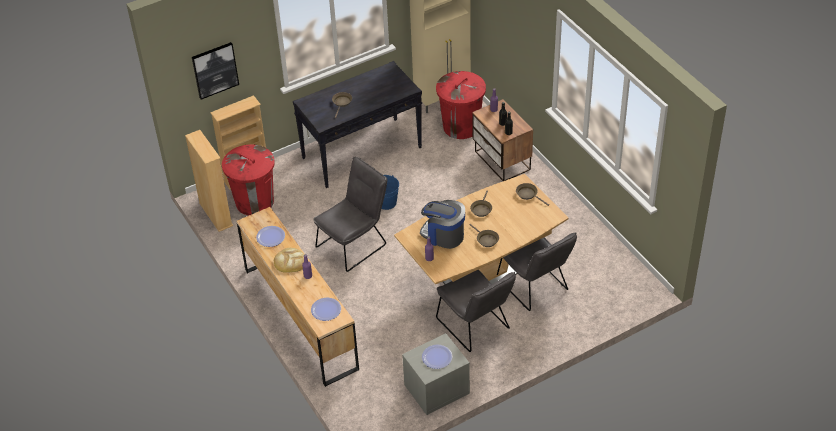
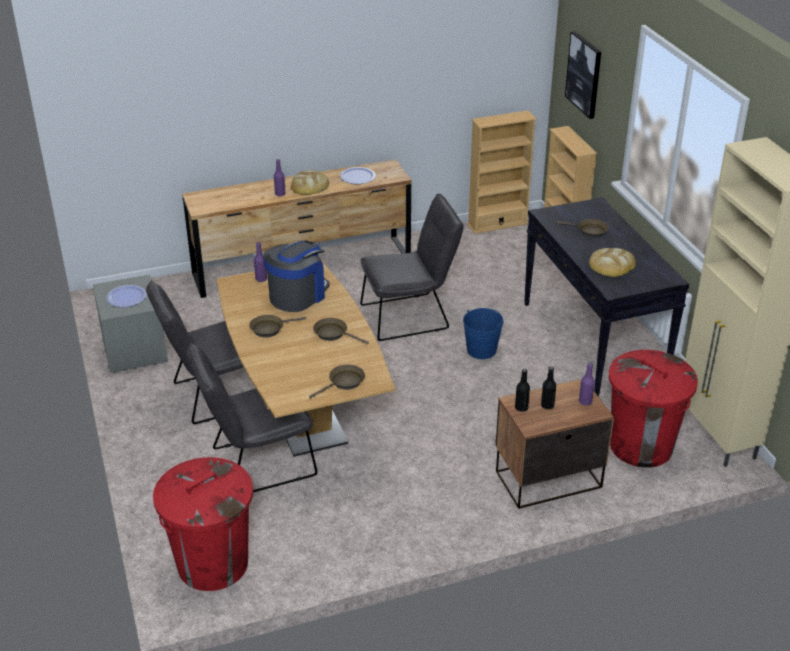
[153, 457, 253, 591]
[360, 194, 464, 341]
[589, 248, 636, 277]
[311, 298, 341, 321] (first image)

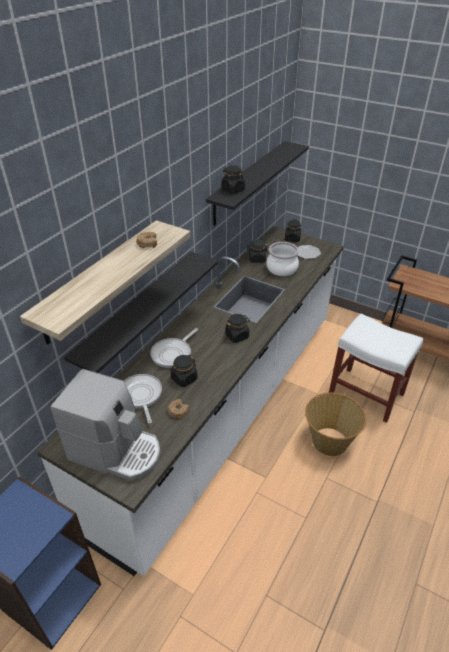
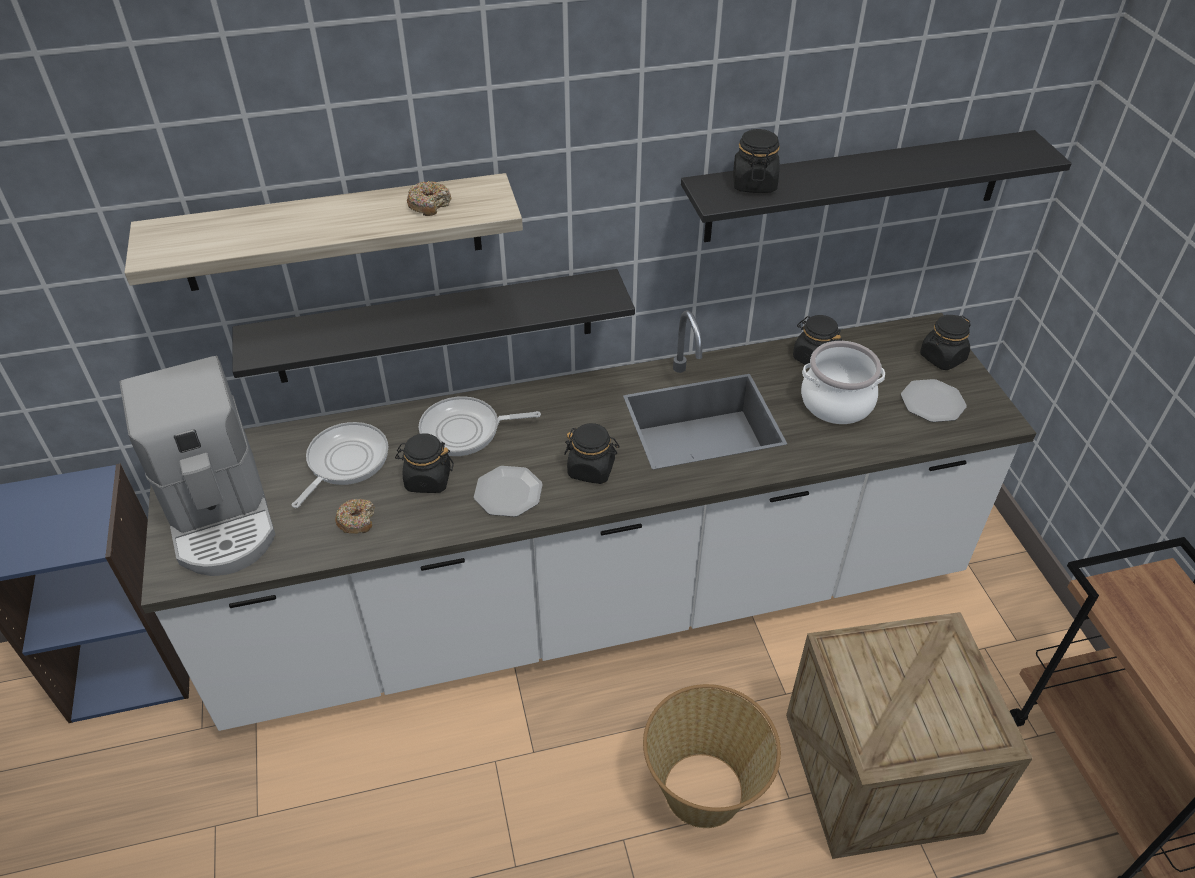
[474, 466, 543, 517]
[786, 612, 1033, 859]

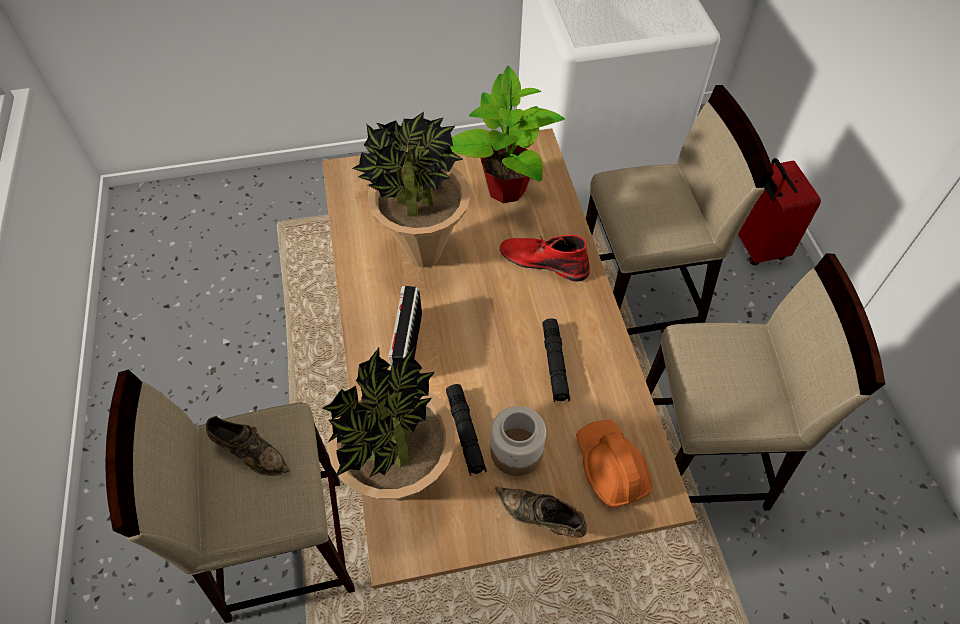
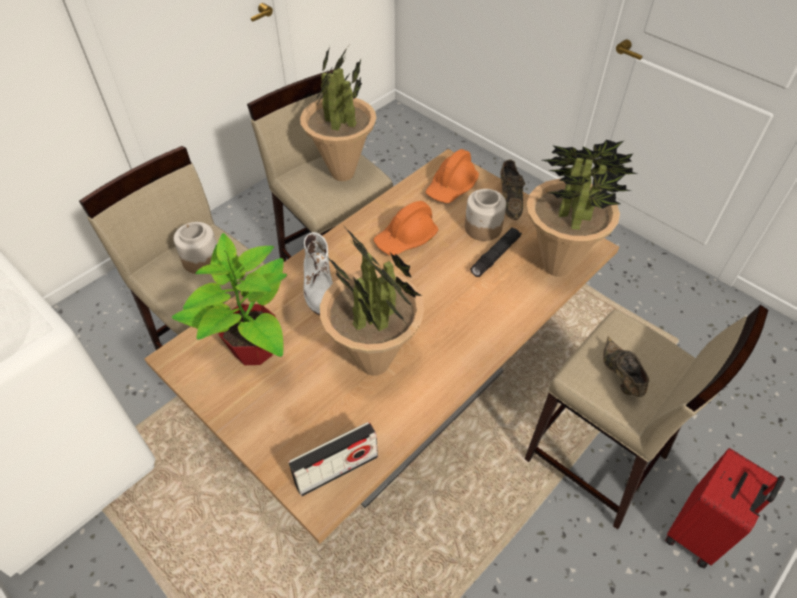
[174, 222, 217, 274]
[288, 422, 378, 496]
[300, 45, 376, 181]
[304, 232, 333, 315]
[374, 201, 438, 255]
[665, 448, 785, 569]

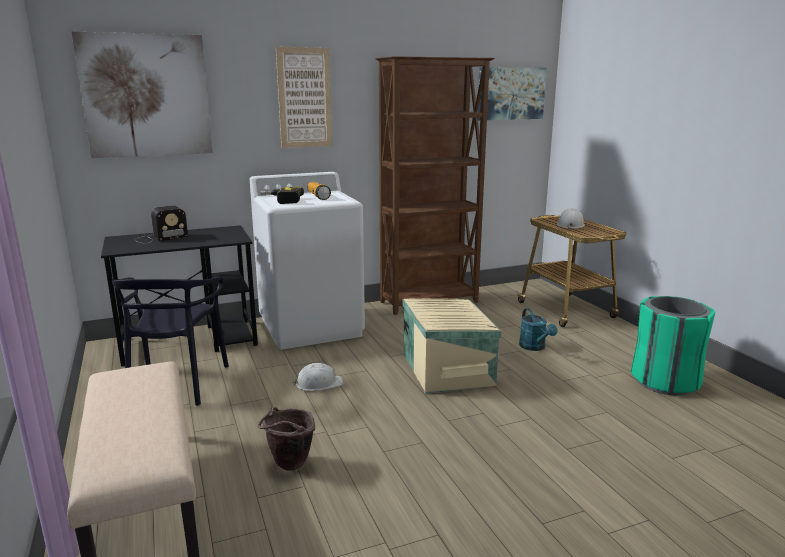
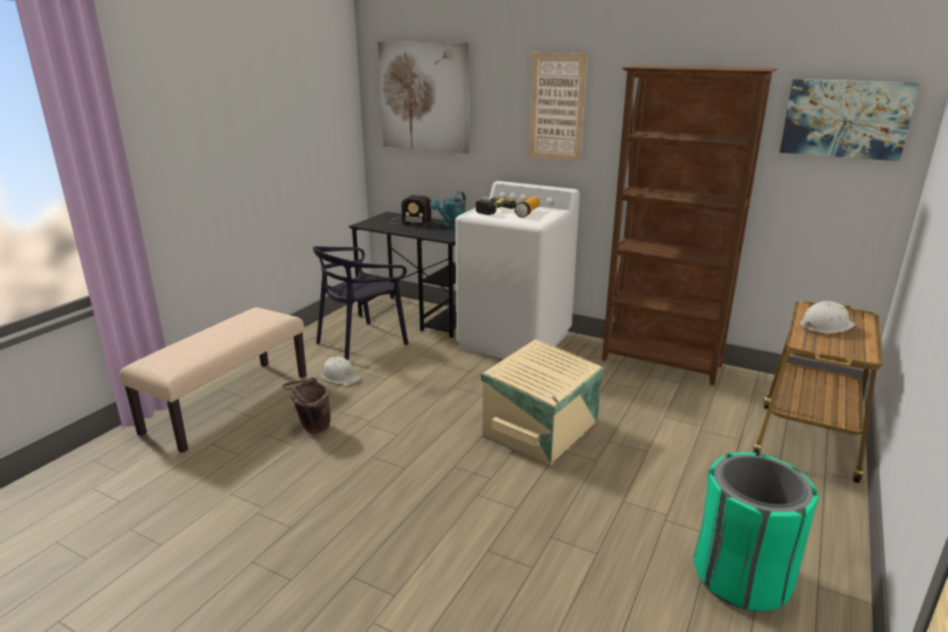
[321, 356, 361, 385]
[430, 192, 466, 229]

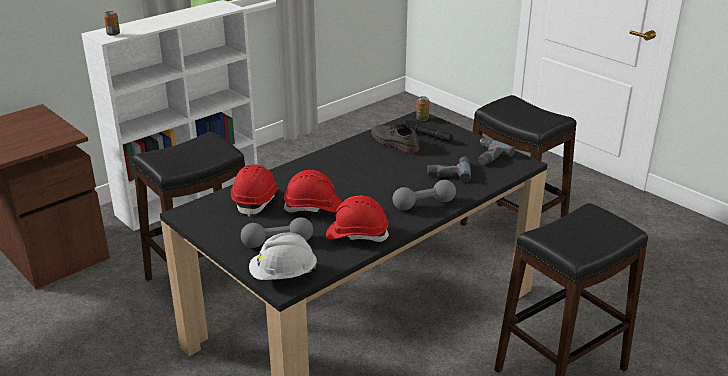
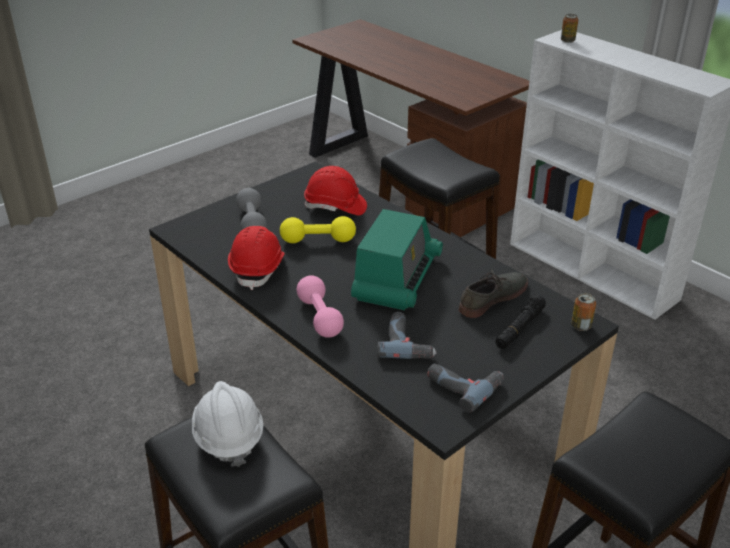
[192, 381, 263, 467]
[280, 216, 356, 243]
[297, 275, 344, 338]
[351, 209, 443, 311]

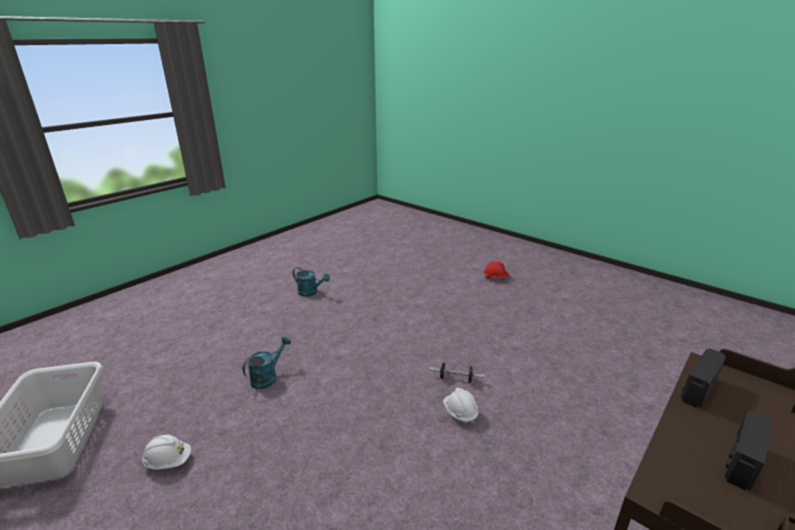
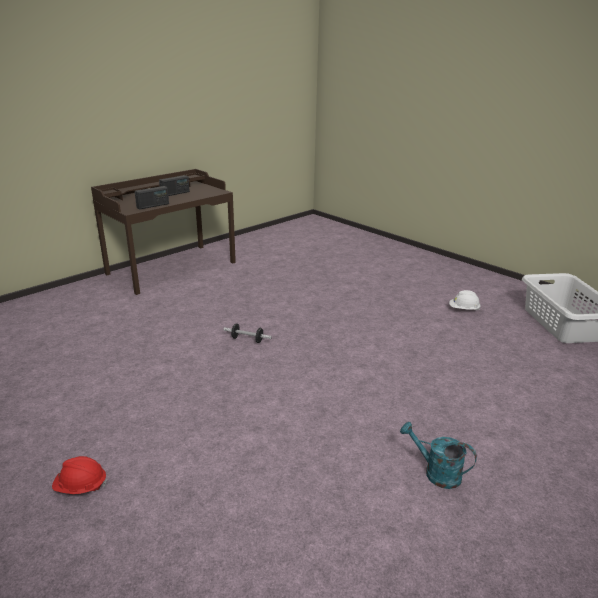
[243, 336, 291, 389] (first image)
[443, 388, 479, 425] (first image)

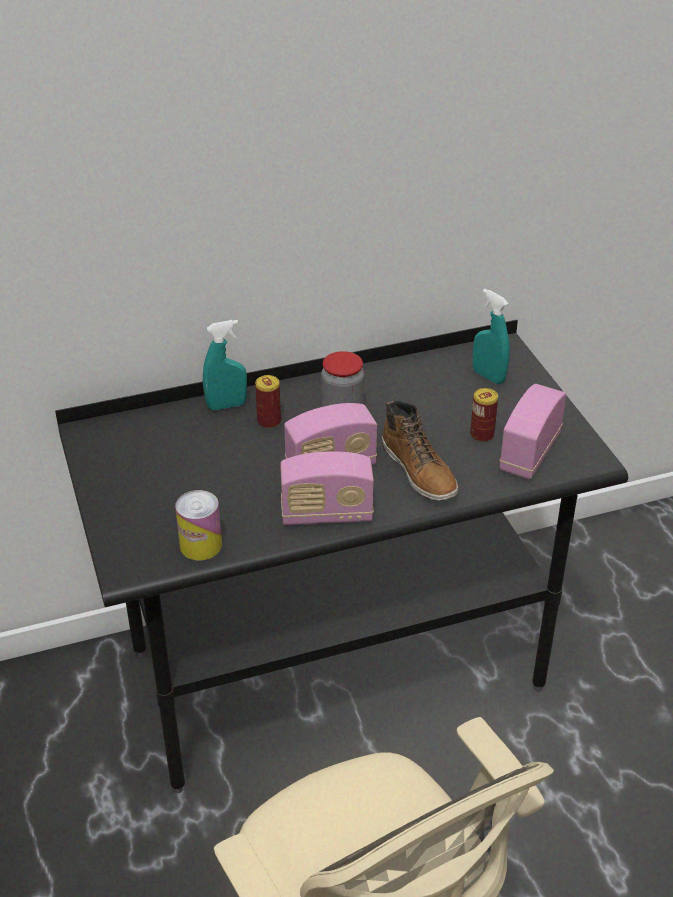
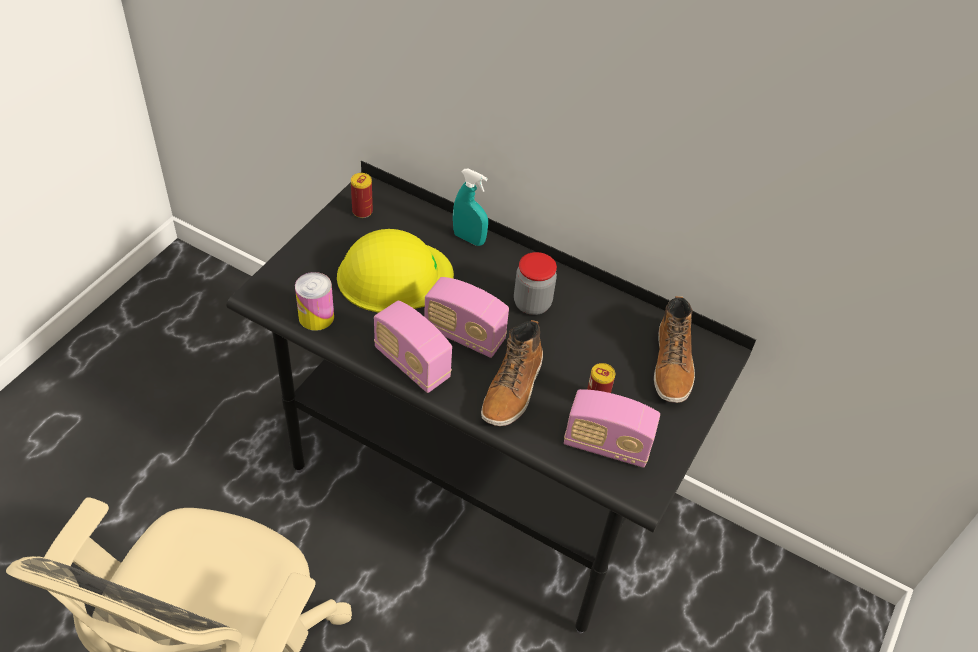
[337, 229, 454, 312]
[351, 173, 373, 218]
[564, 389, 660, 468]
[654, 296, 695, 403]

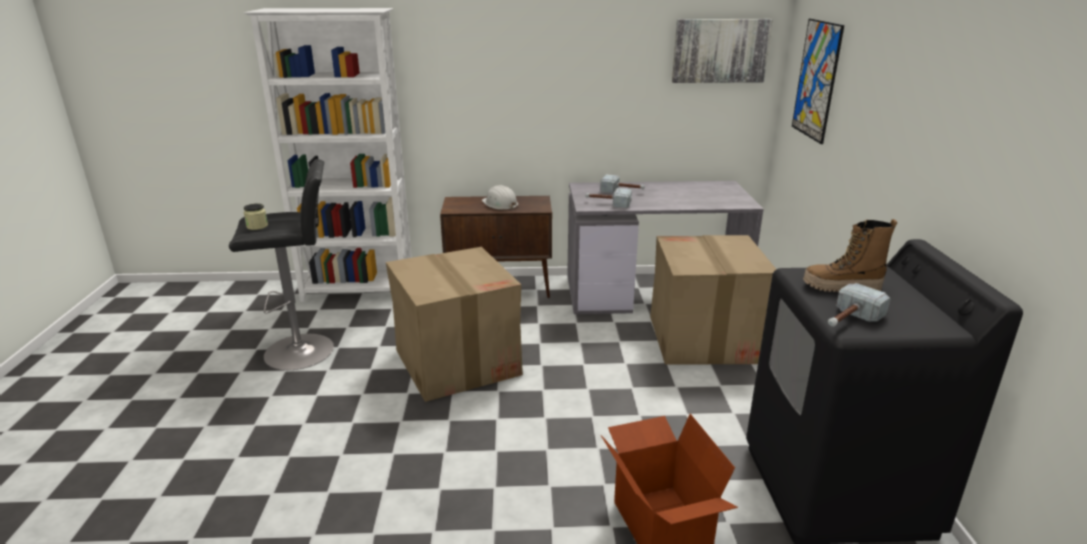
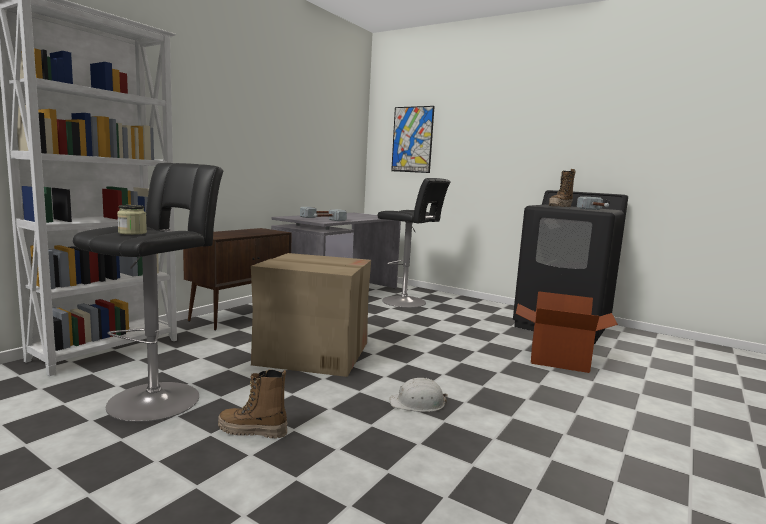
[218, 370, 288, 438]
[377, 178, 450, 308]
[389, 378, 448, 412]
[672, 19, 773, 83] (first image)

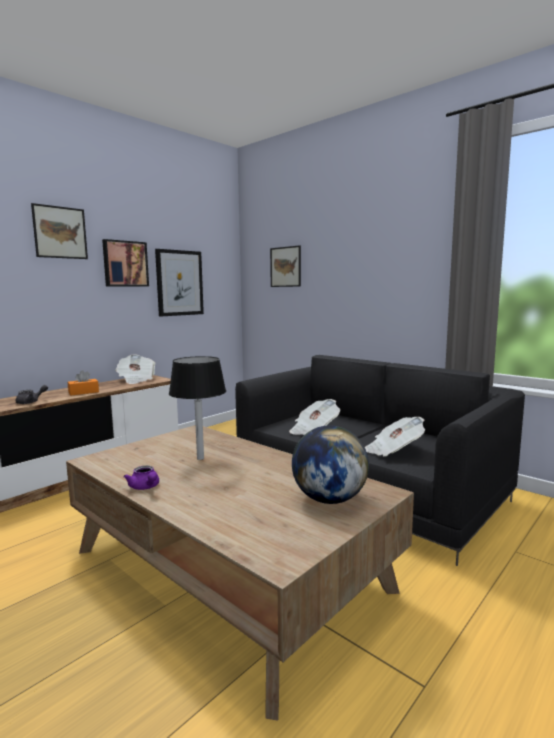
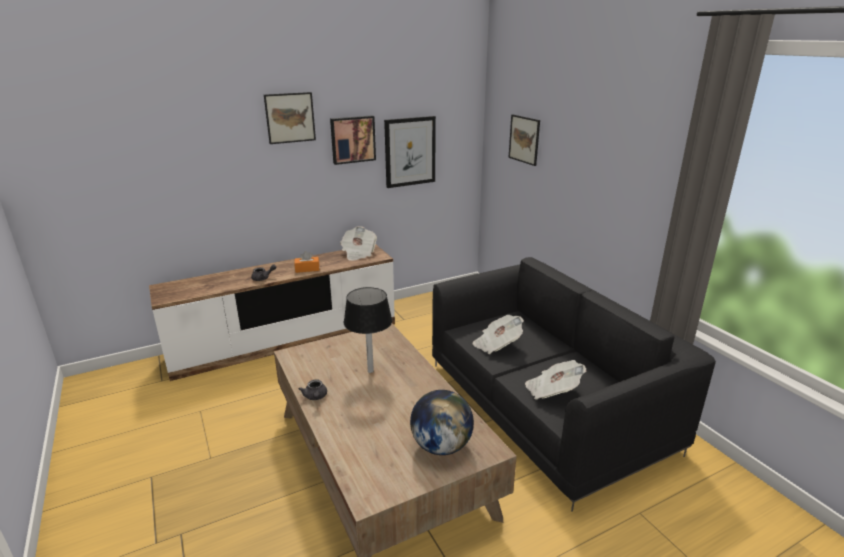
[299, 379, 327, 400]

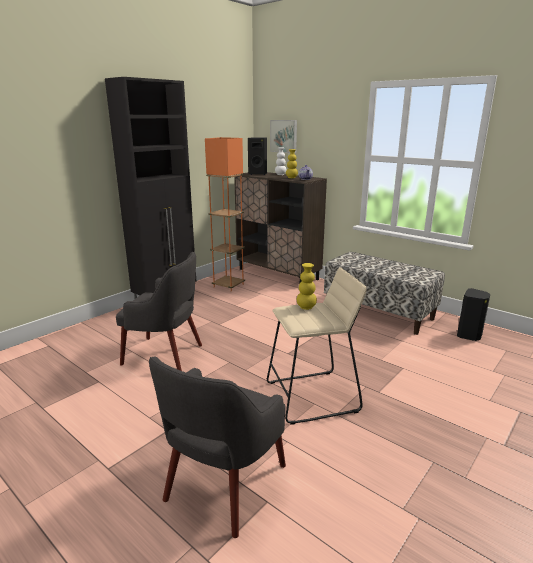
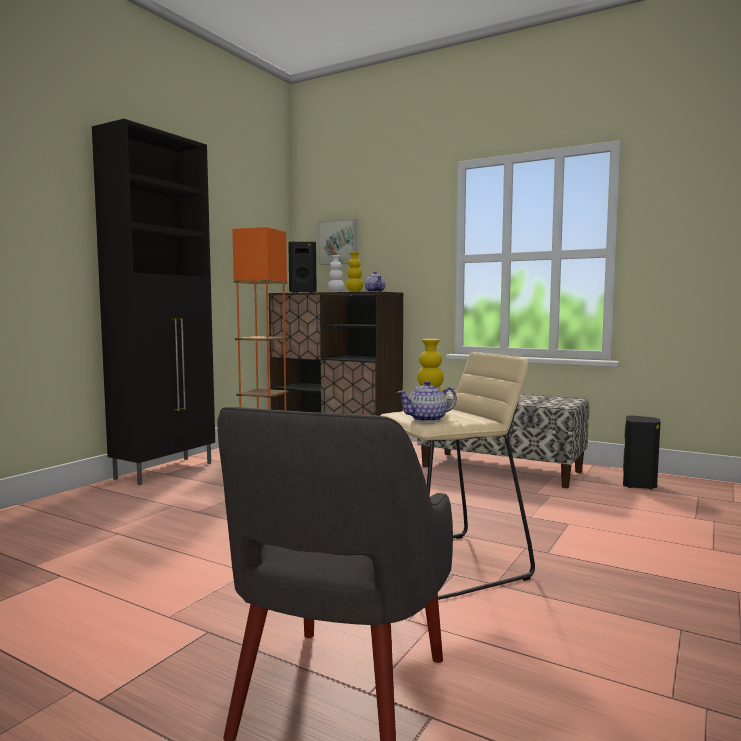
[397, 381, 457, 422]
[116, 252, 202, 371] (first image)

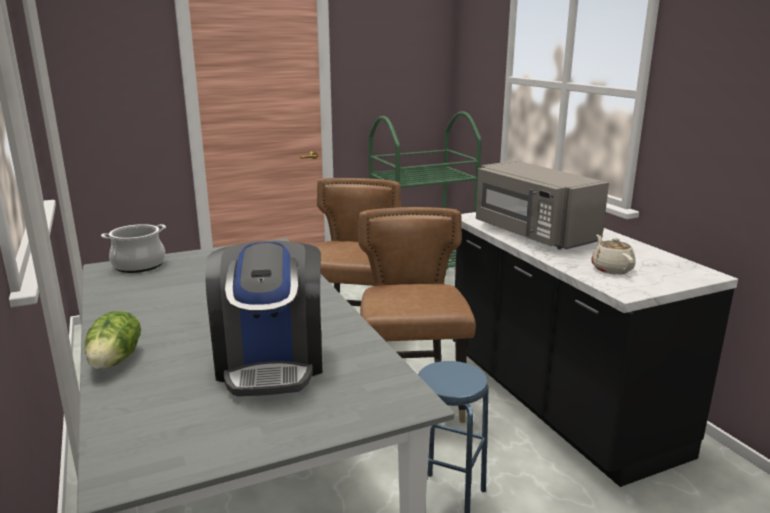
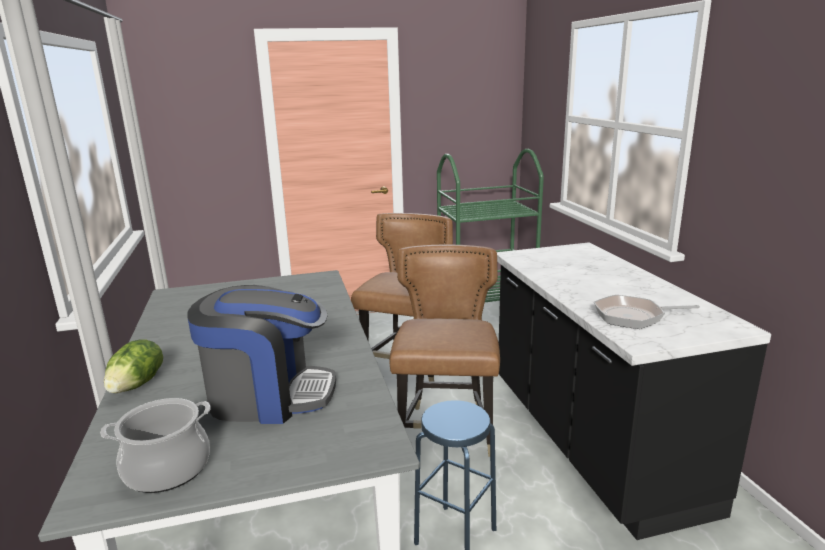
[100, 398, 211, 493]
[187, 285, 336, 424]
[594, 295, 700, 329]
[476, 161, 609, 250] (first image)

